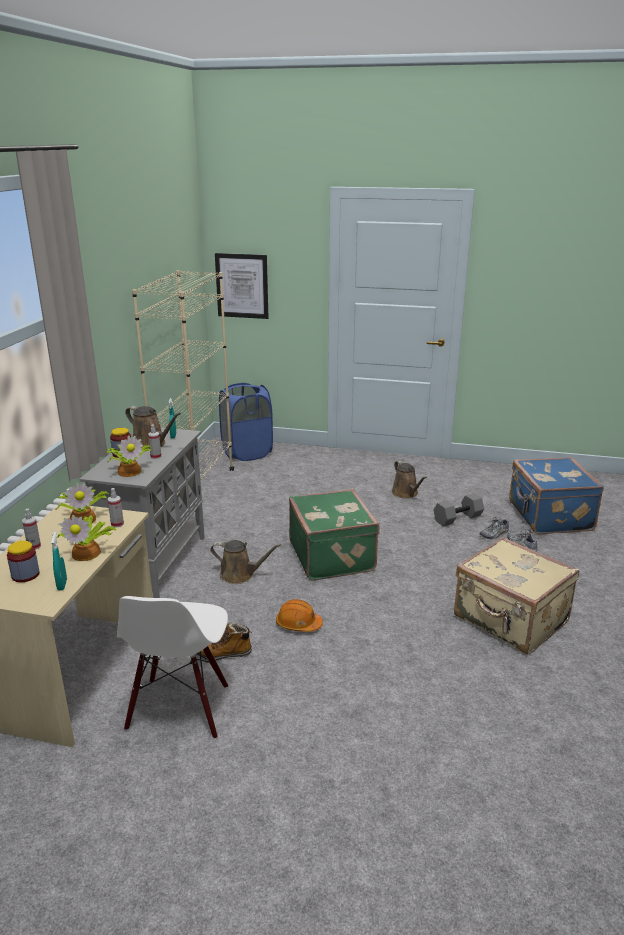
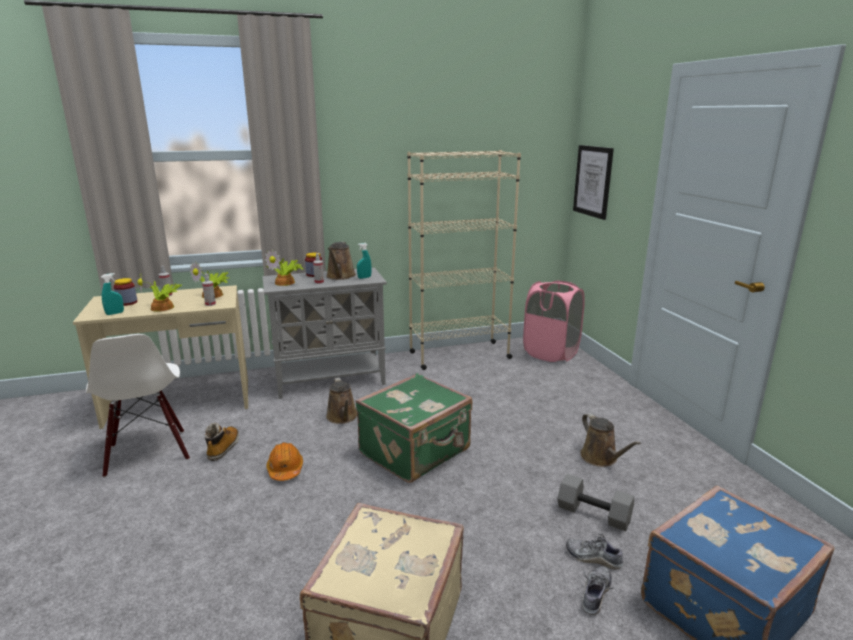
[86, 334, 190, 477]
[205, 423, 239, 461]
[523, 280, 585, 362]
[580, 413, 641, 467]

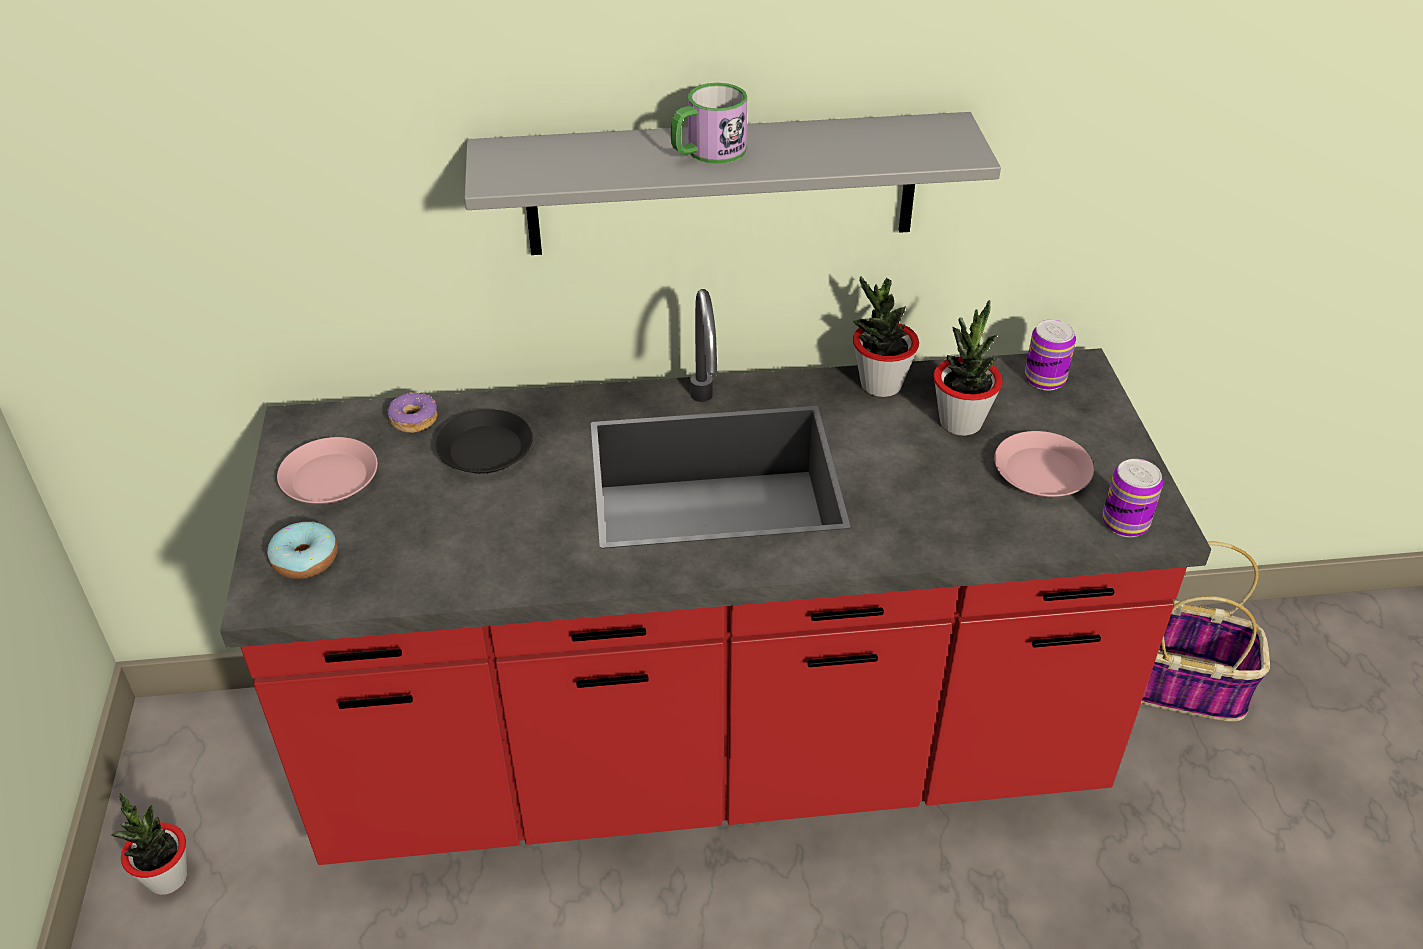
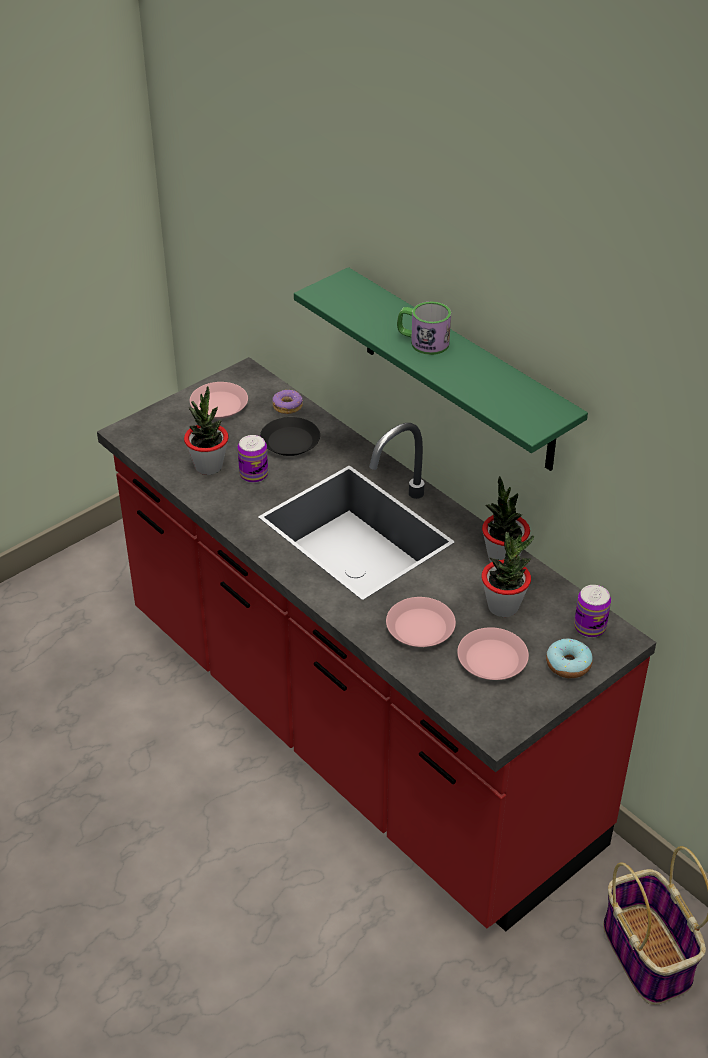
[184, 386, 229, 475]
[238, 435, 268, 483]
[294, 267, 588, 471]
[386, 597, 456, 647]
[546, 639, 593, 678]

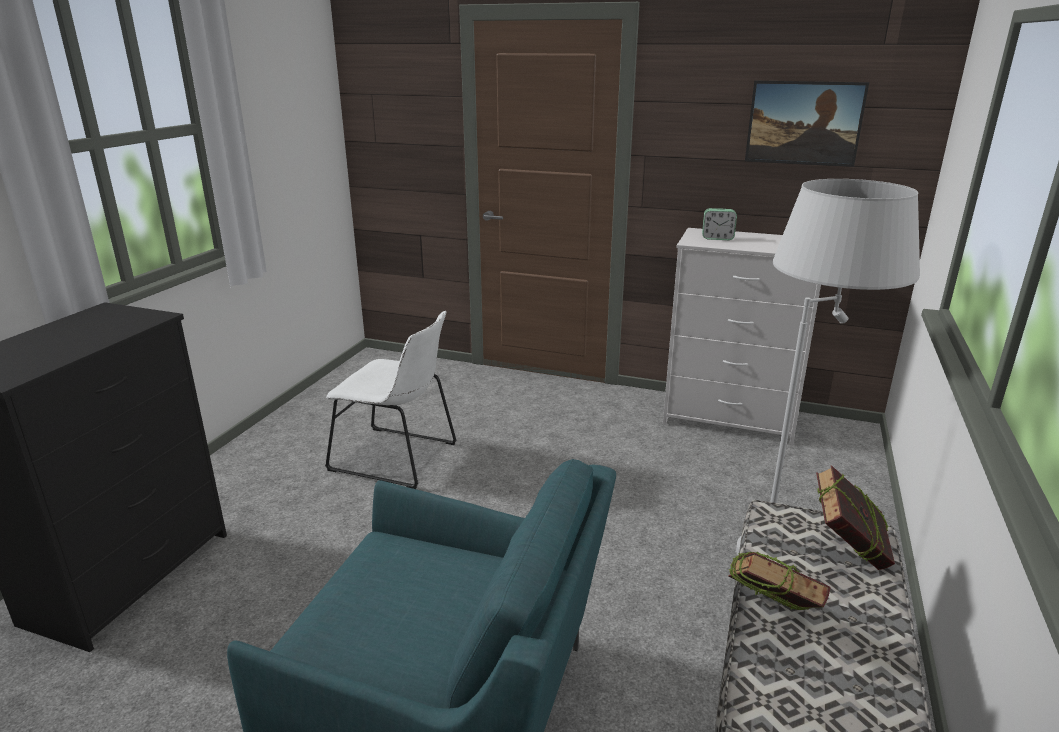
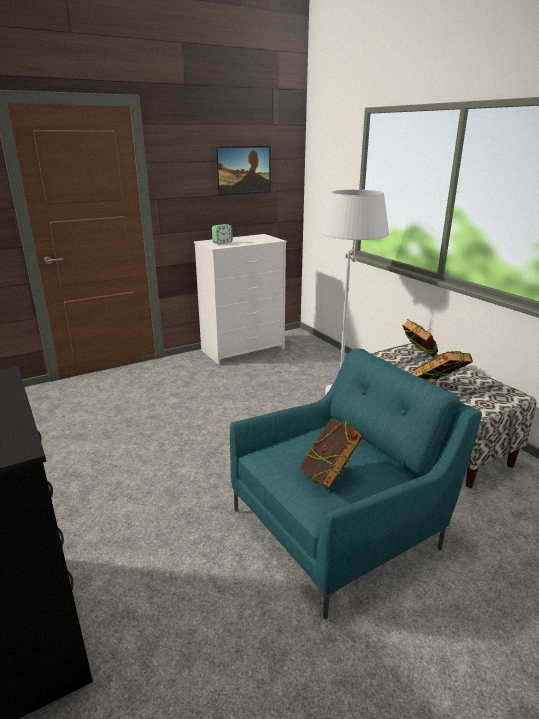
[299, 419, 364, 489]
[325, 311, 456, 489] (first image)

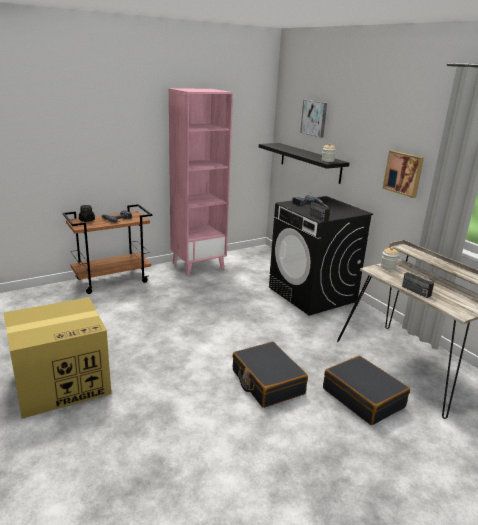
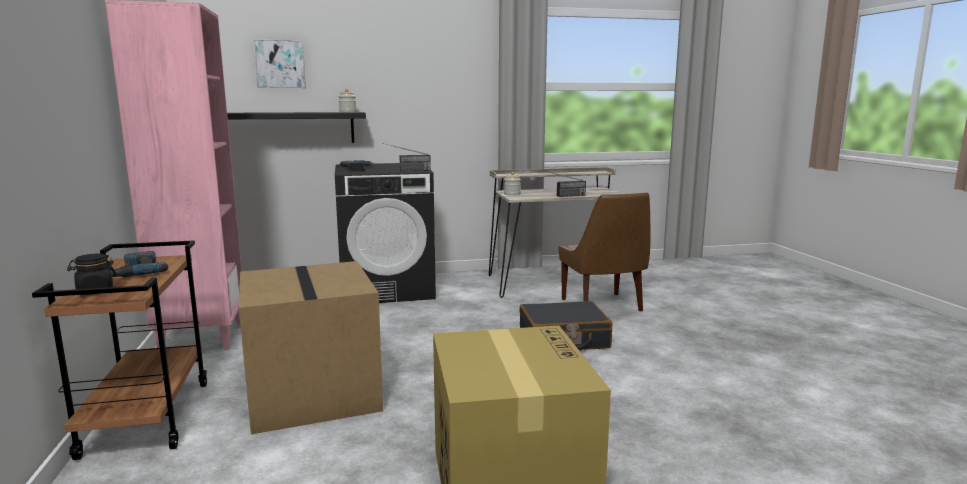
[239, 261, 383, 434]
[559, 193, 651, 312]
[383, 150, 424, 198] (first image)

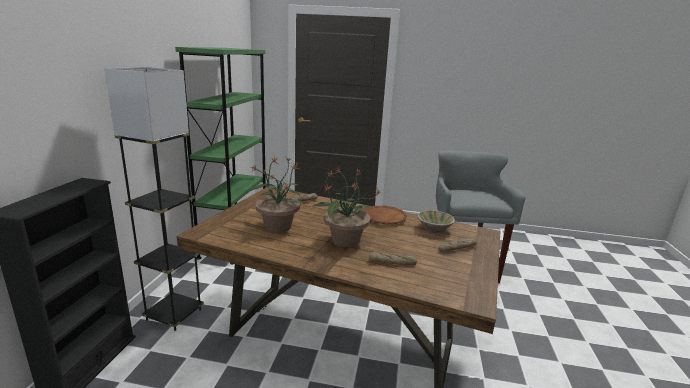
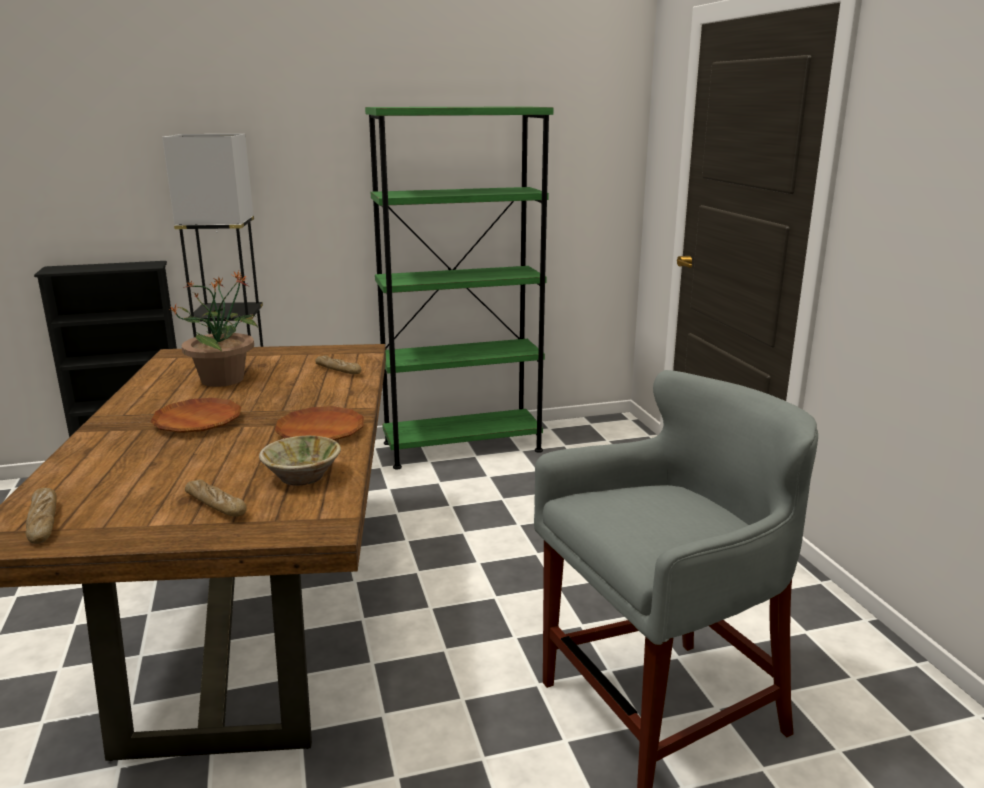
[26, 488, 57, 544]
[150, 398, 241, 433]

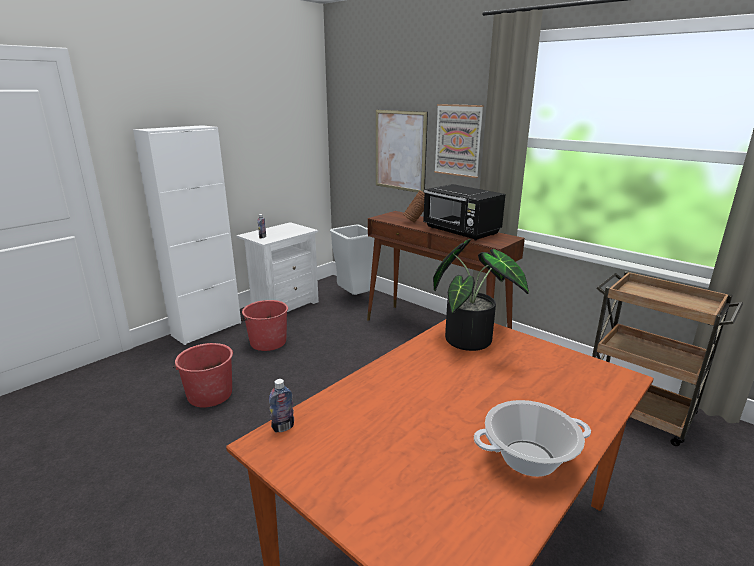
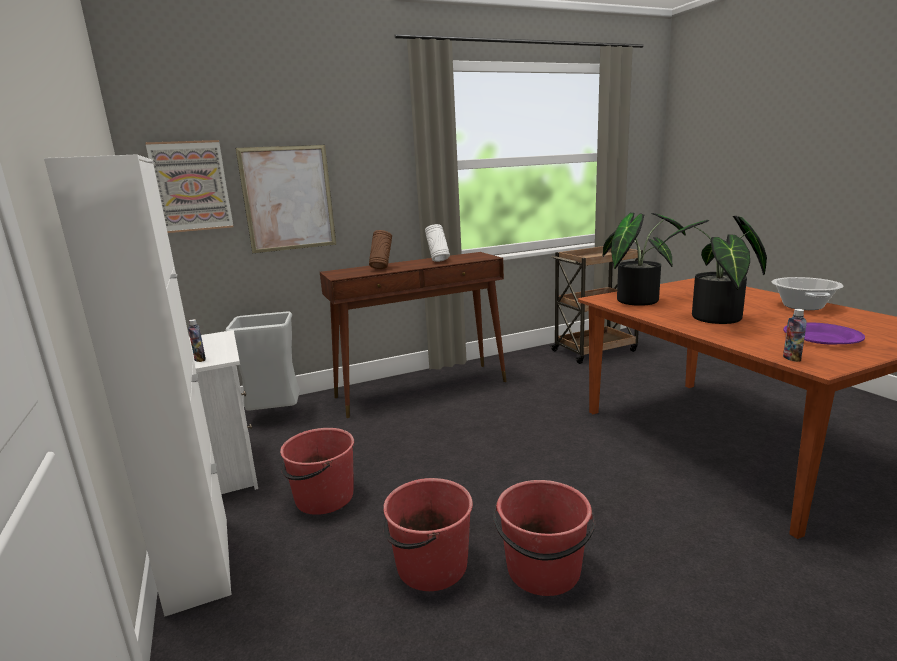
[145, 140, 233, 233]
[425, 224, 450, 262]
[493, 480, 595, 596]
[658, 216, 767, 324]
[783, 322, 865, 345]

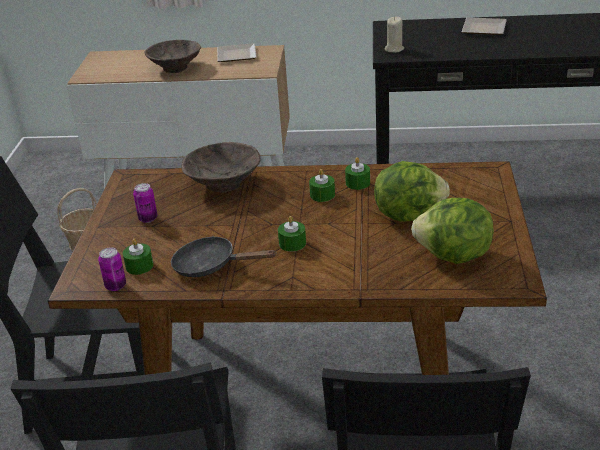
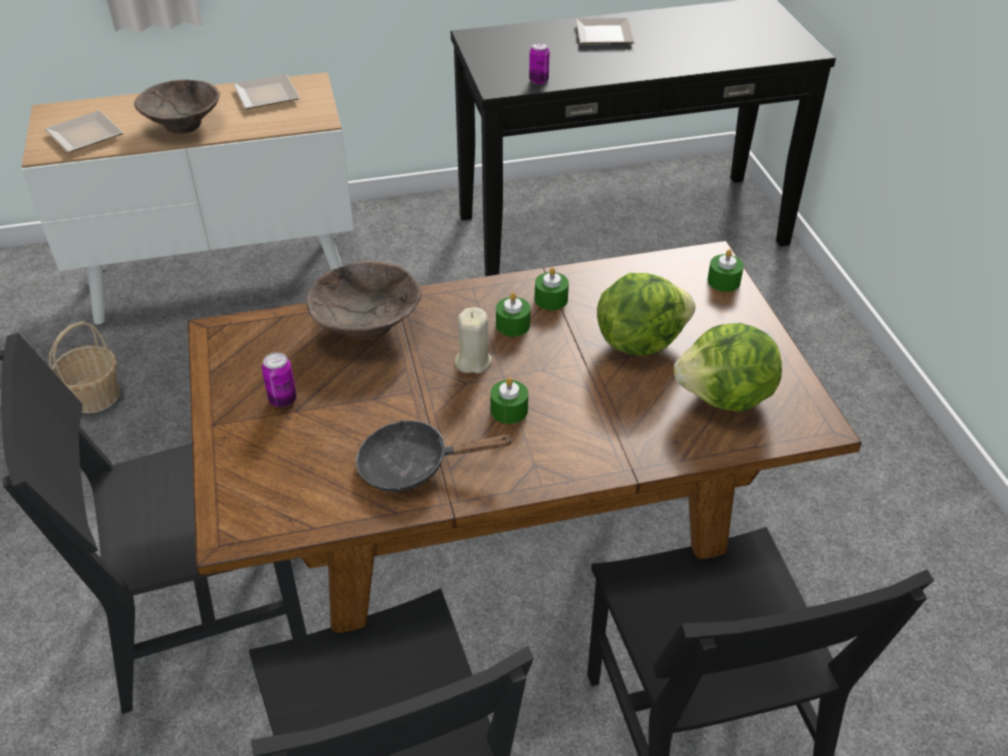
[45, 111, 124, 153]
[455, 308, 492, 373]
[529, 42, 550, 84]
[707, 249, 744, 292]

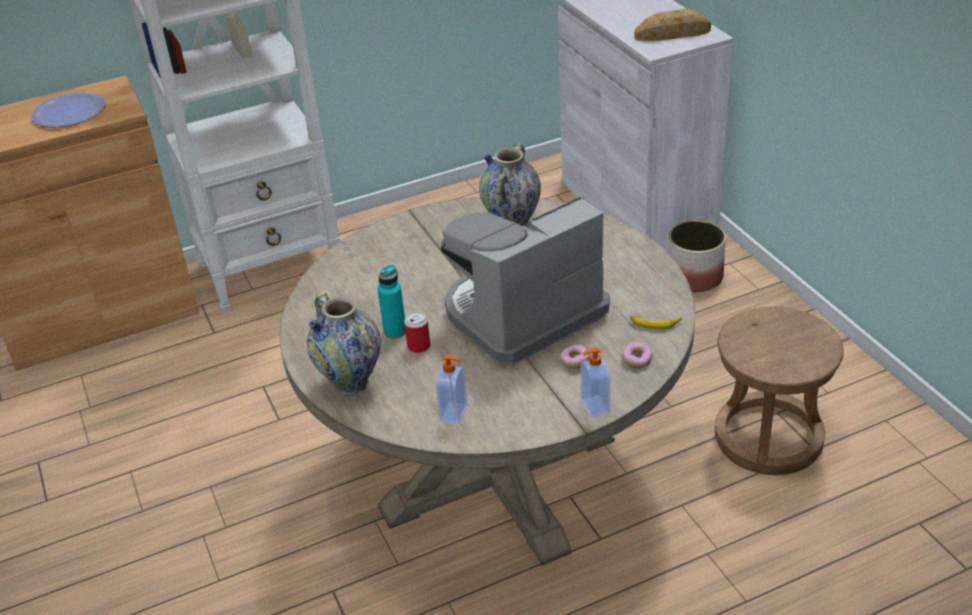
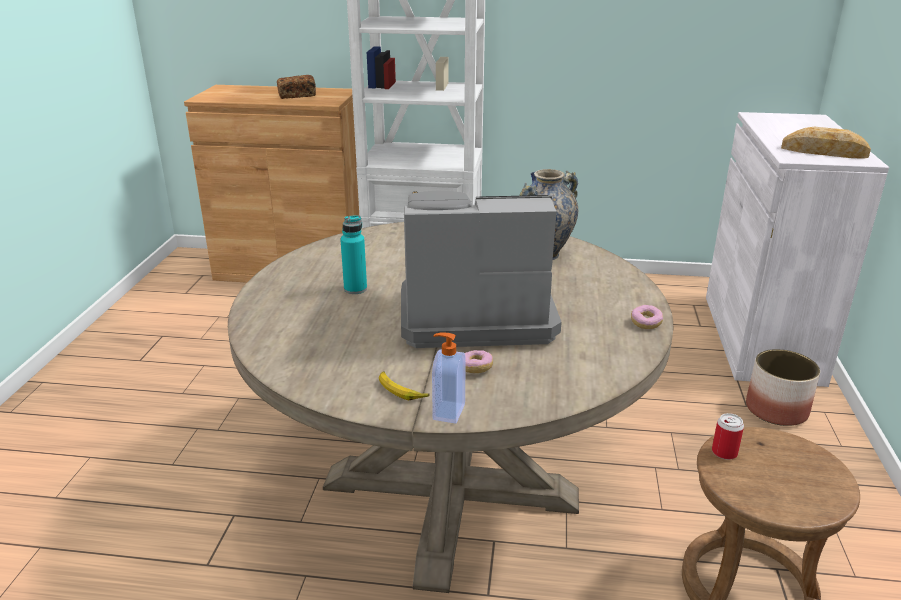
[277, 75, 316, 99]
[379, 371, 429, 400]
[631, 305, 663, 329]
[712, 413, 744, 460]
[307, 293, 381, 396] (first image)
[436, 355, 467, 424] (first image)

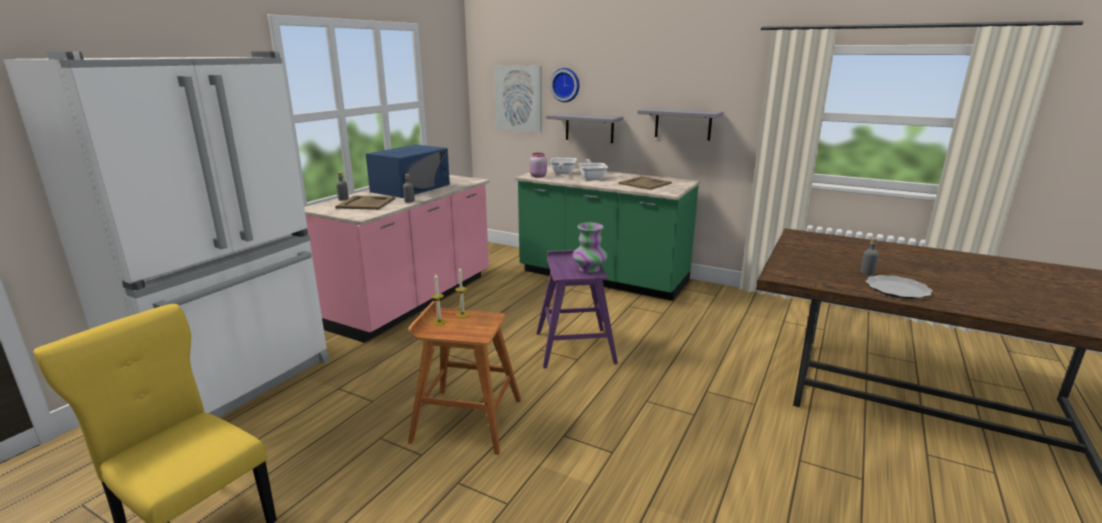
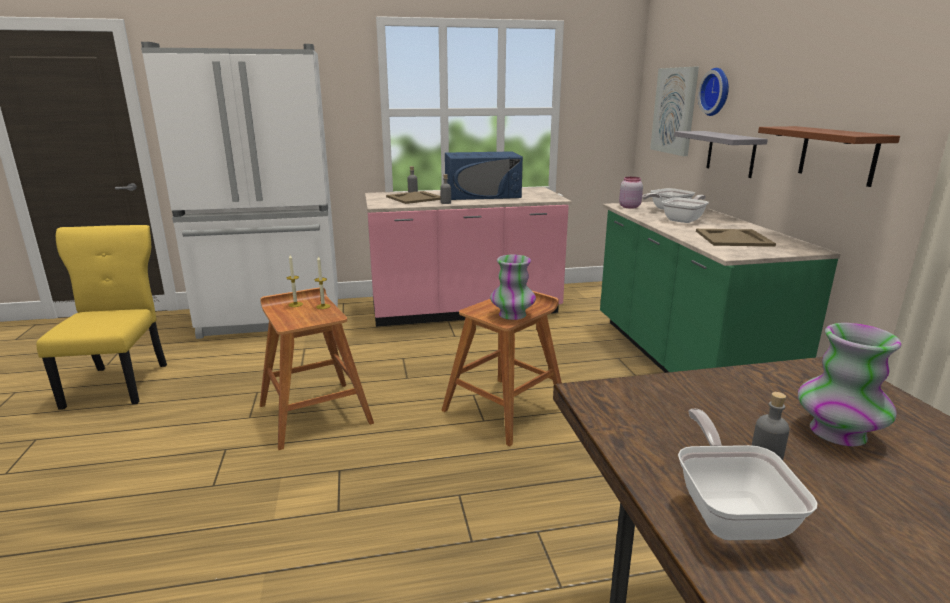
[441, 291, 562, 446]
[678, 409, 817, 540]
[758, 126, 900, 187]
[798, 323, 902, 447]

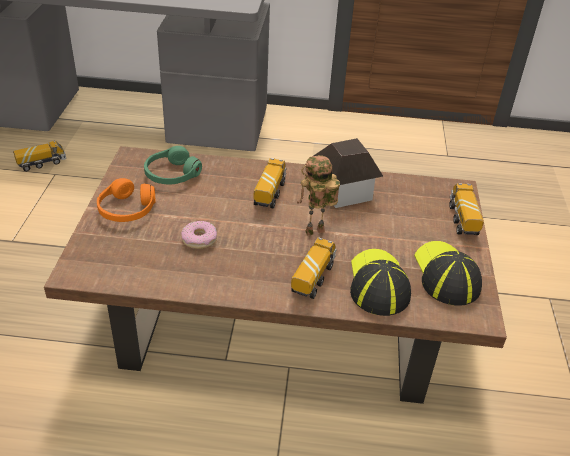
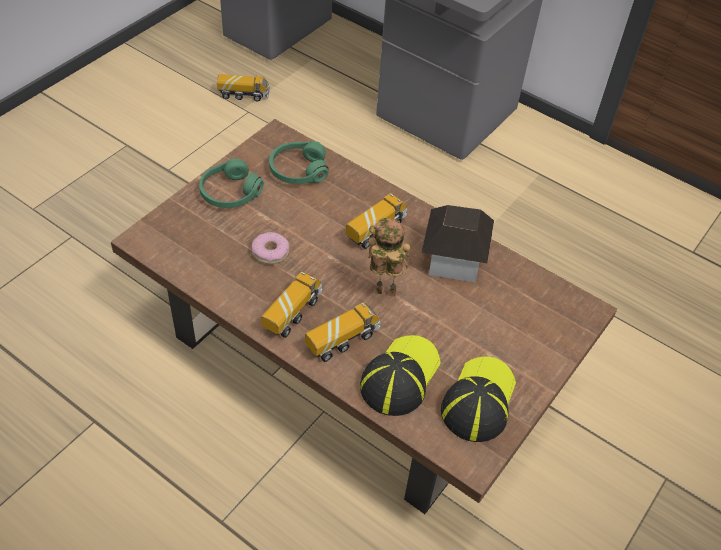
[199, 159, 264, 208]
[261, 271, 323, 338]

